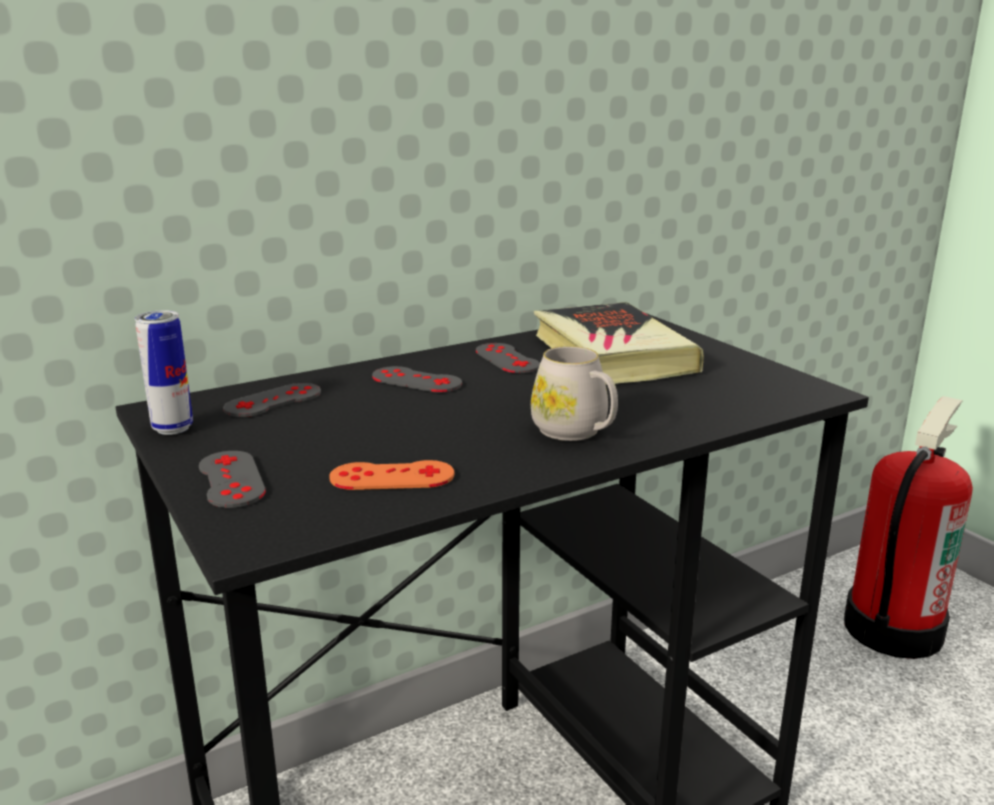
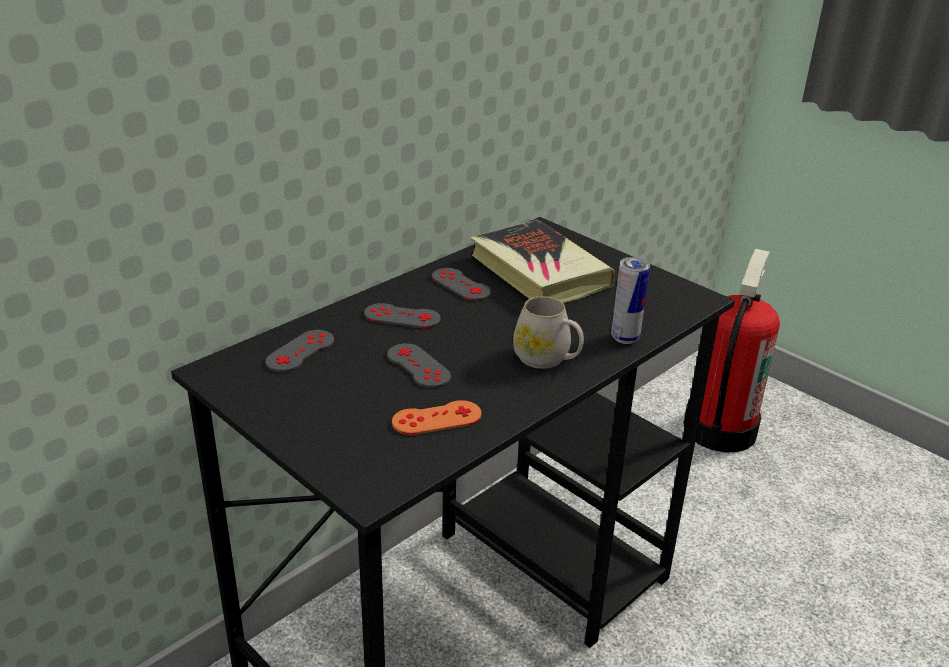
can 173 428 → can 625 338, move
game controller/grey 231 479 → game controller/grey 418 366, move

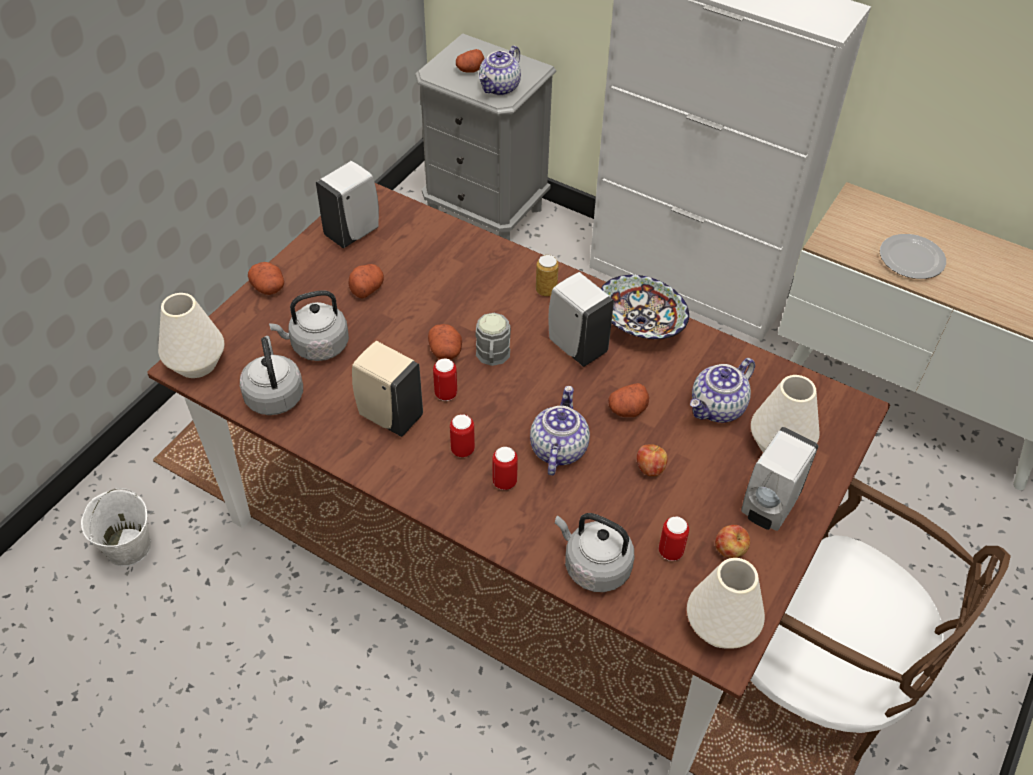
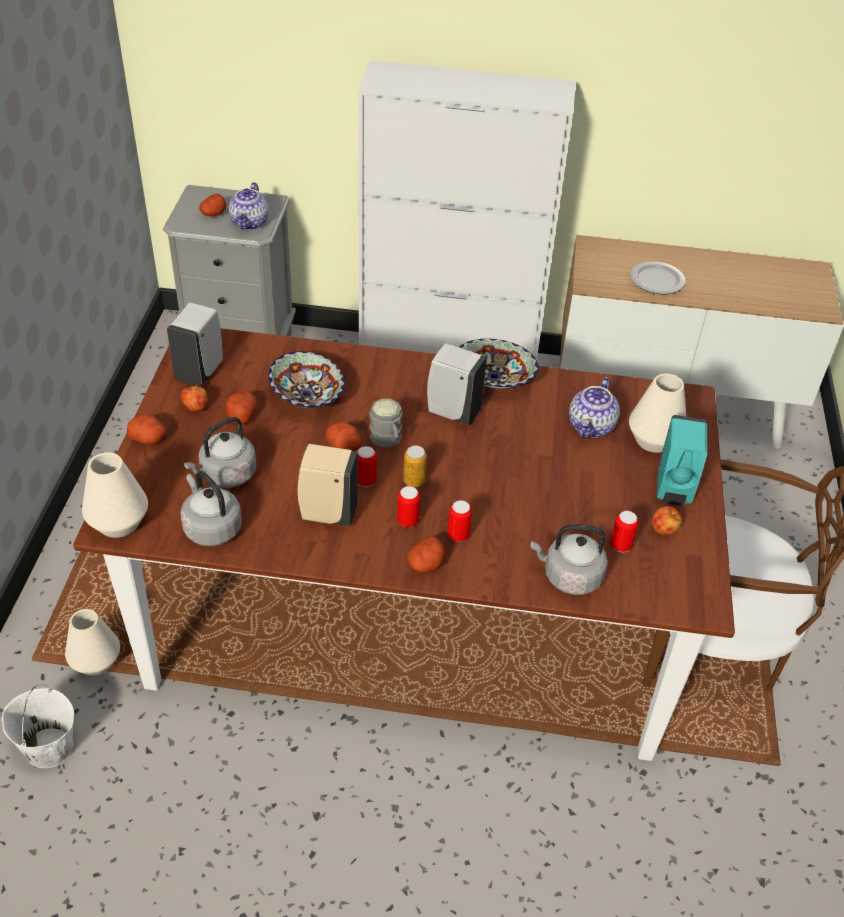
teapot 557 448 → -
- → bowl 306 397
can 546 290 → can 414 481, move
potato 627 409 → potato 425 564, move
apple 650 469 → apple 195 407, move
vase/white 721 626 → vase/white 96 661, move
soap dispenser/white 768 508 → soap dispenser/turquoise 673 490

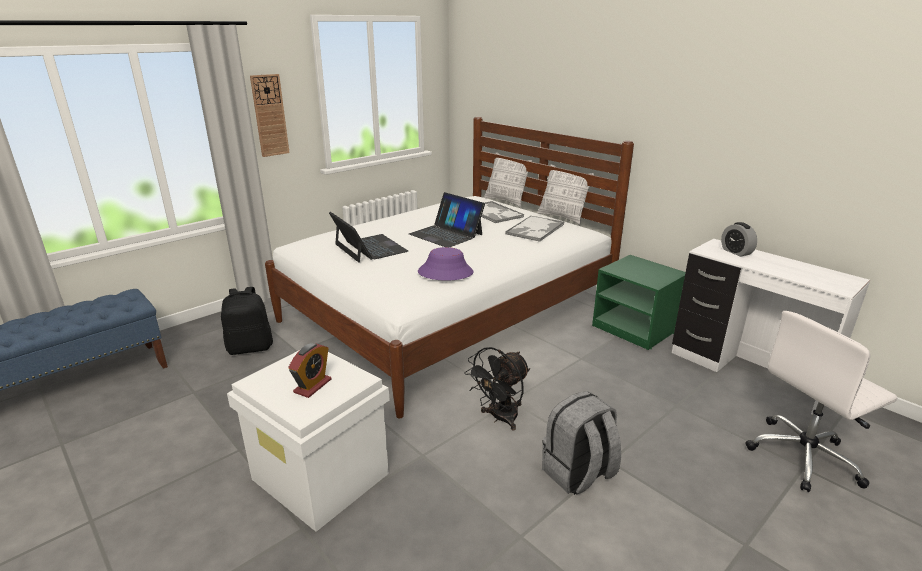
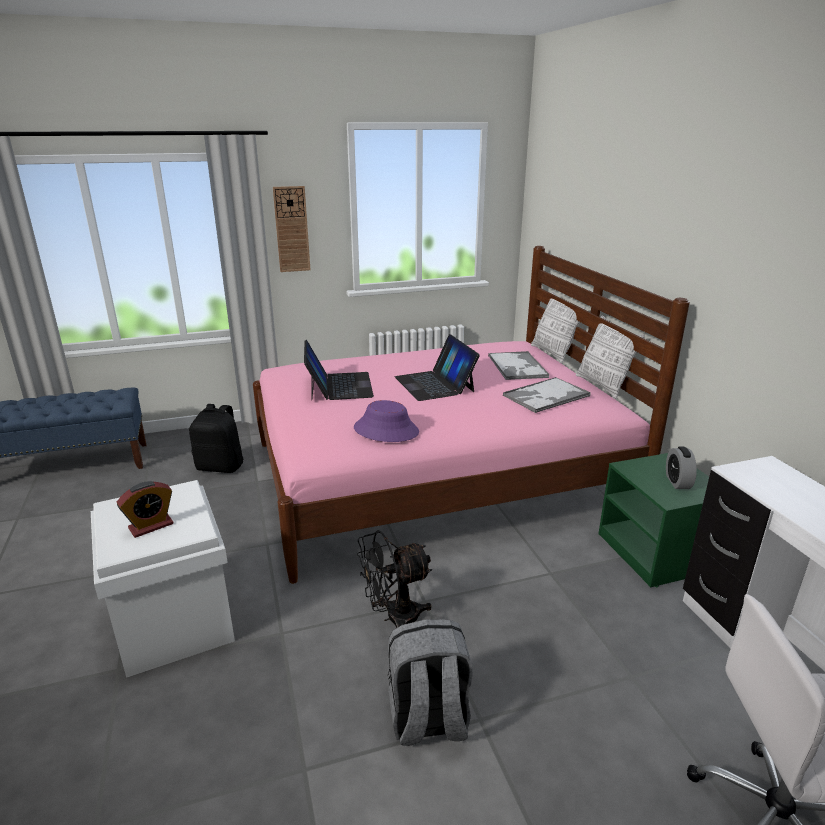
alarm clock 736 252 → alarm clock 677 482, move
bed/white 448 314 → bed/pink 435 476

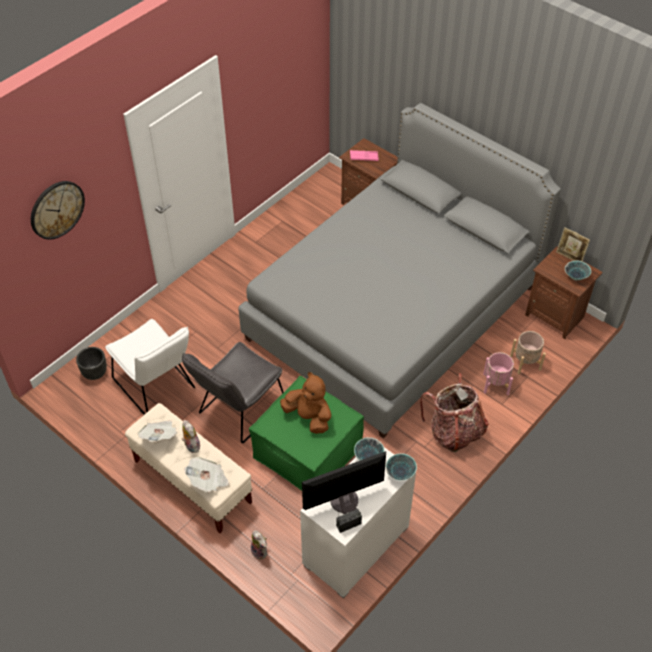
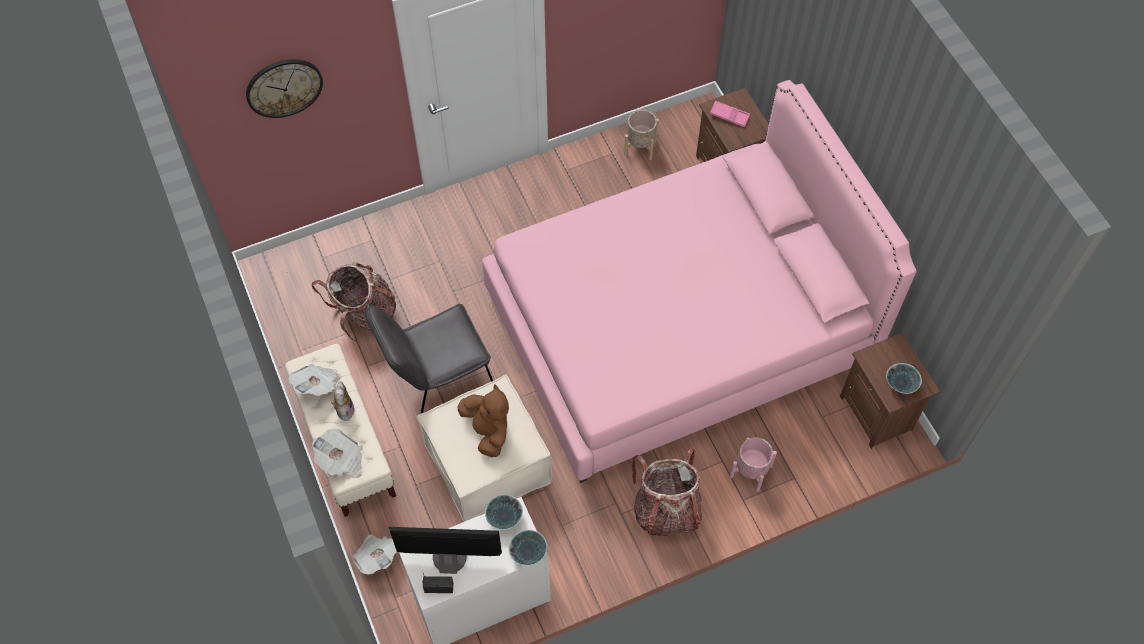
planter/black 95 373 → -
picture frame 569 257 → -
planter/beige 525 362 → planter/beige 640 146, move
chair/white 157 387 → backpack 364 313
plush toy 260 551 → newspaper 376 557
bed/grey 392 313 → bed/pink 678 327
ottoman/green 308 451 → ottoman/beige 487 462

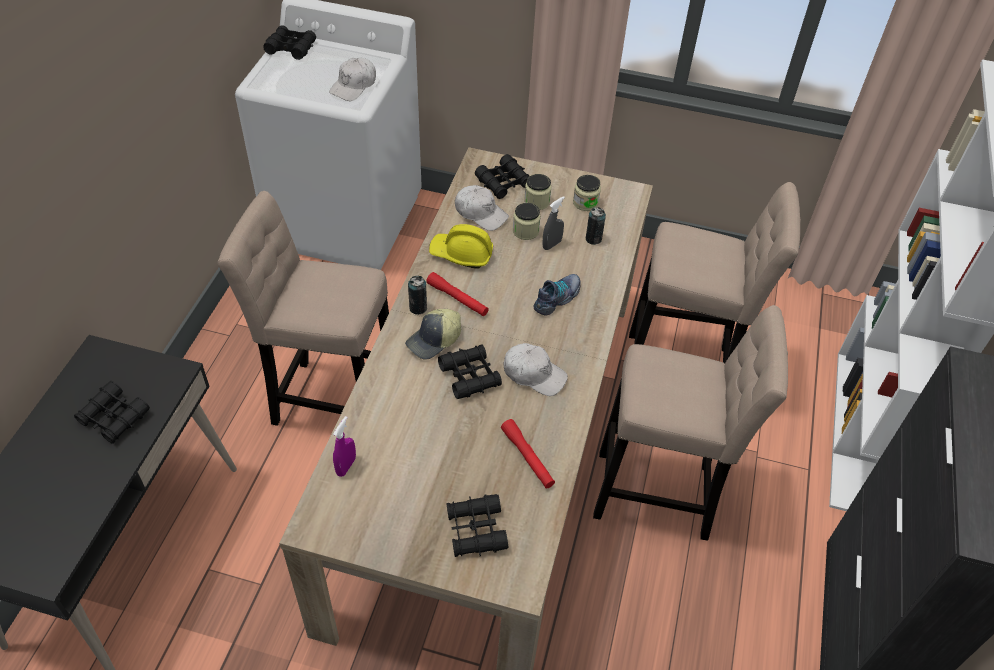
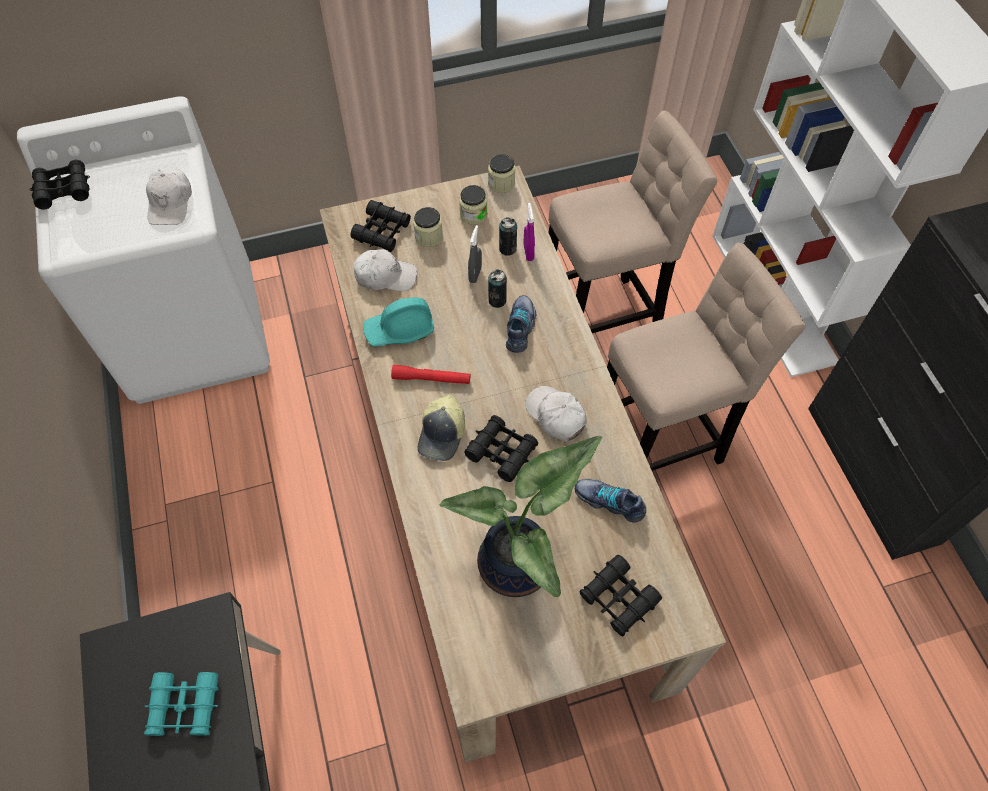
stool/beige 329 401 → -
- → potted plant 519 565
spray bottle/purple 346 466 → spray bottle/purple 528 253, move
can 418 308 → can 497 300, move
jar 525 231 → jar 501 183, move
flashlight/red 527 457 → shoe 609 501
binoculars/black 114 417 → binoculars/turquoise 185 706
hard hat/yellow 461 254 → hard hat/turquoise 400 330
cap/white 534 374 → cap/white 555 416, 120 degrees counterclockwise

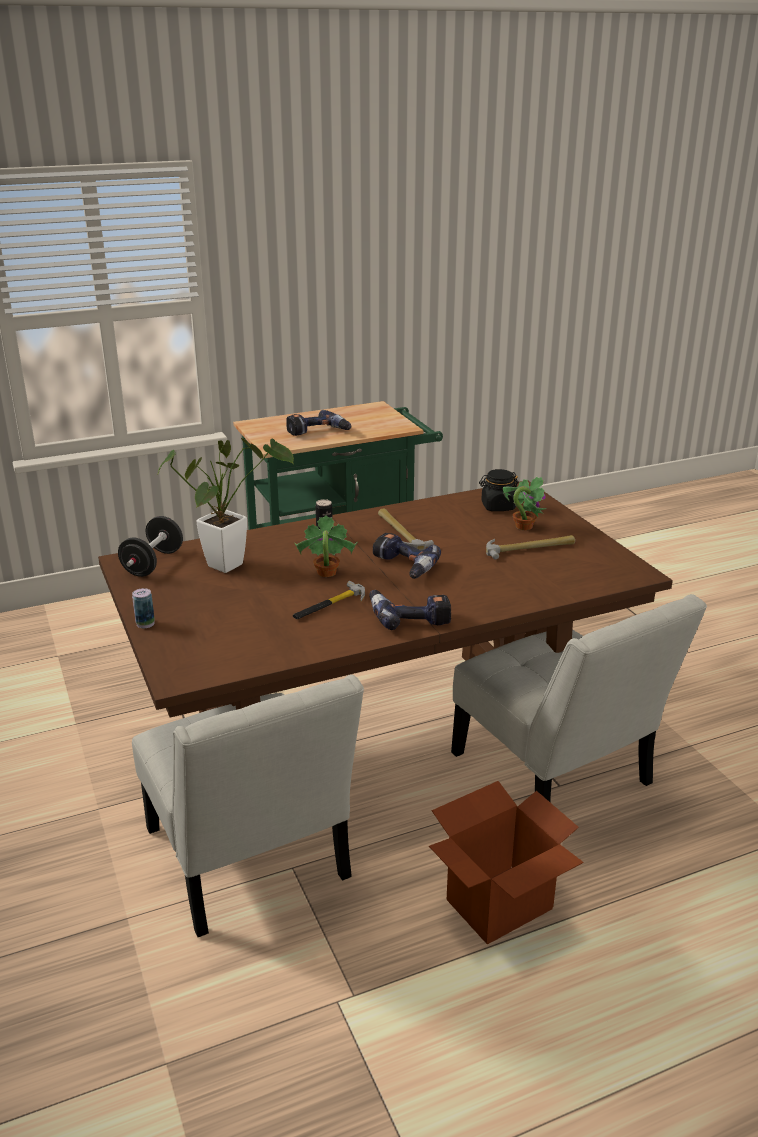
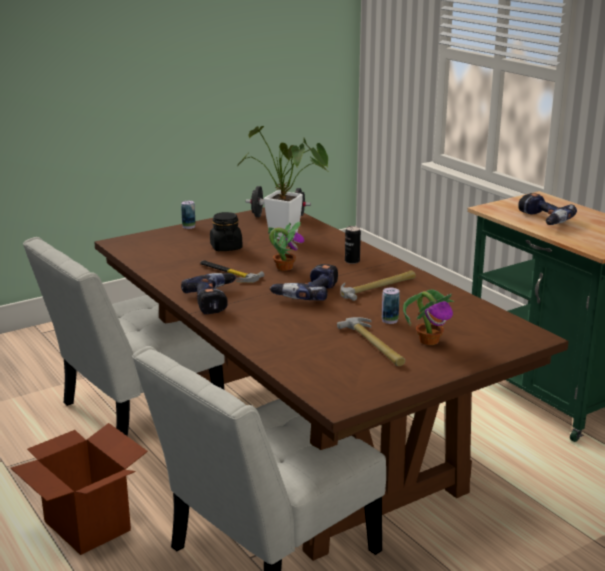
- → can 389 320
jar/black 497 506 → jar/black 226 247, move

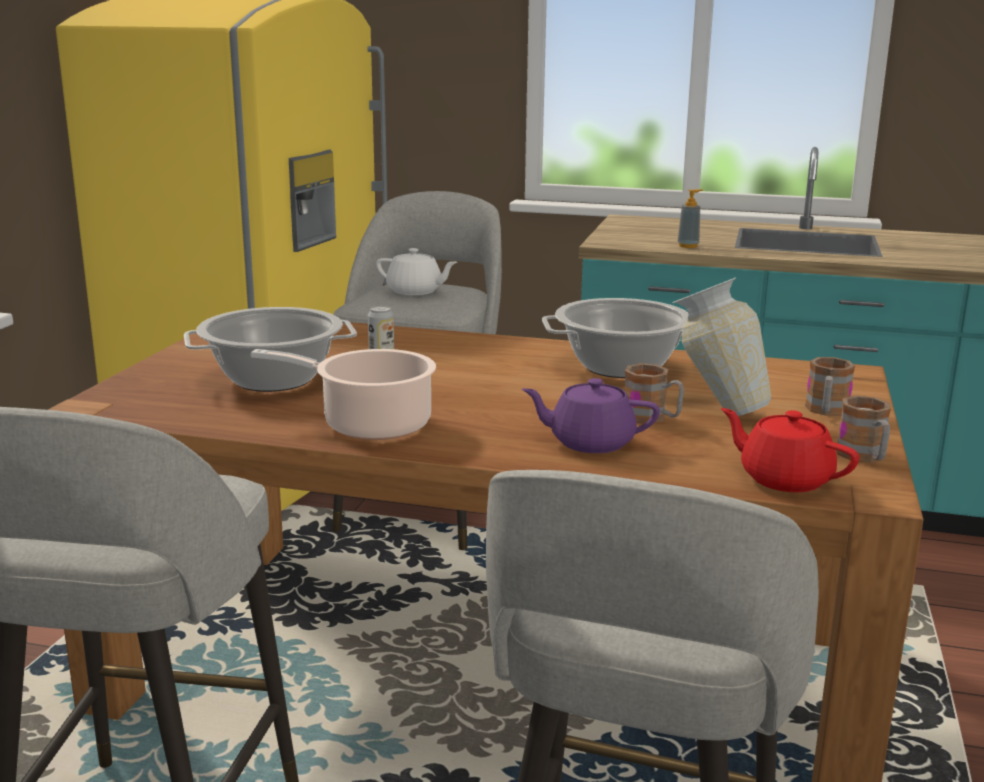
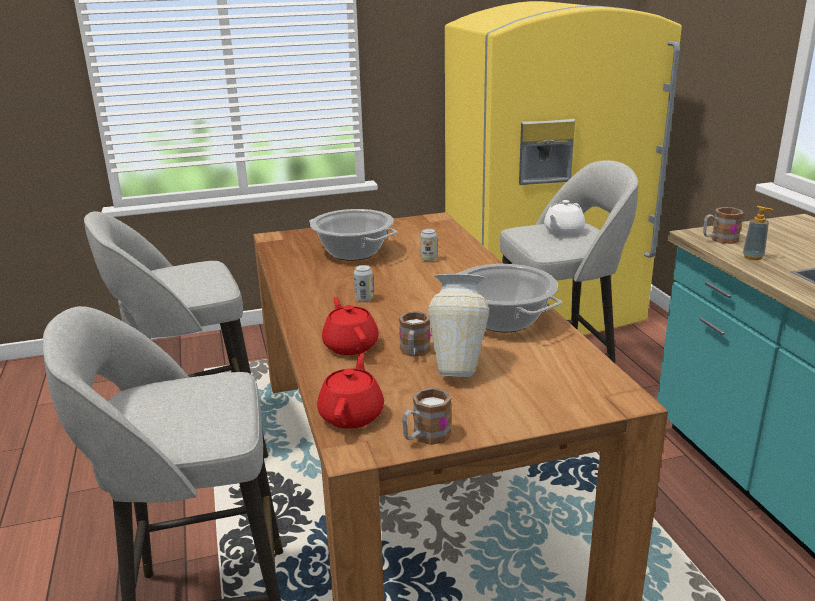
cooking pot 369 425 → -
- → can 364 299
mug 826 411 → mug 719 239, move
teapot/purple 590 442 → teapot/red 350 345
teapot/white 415 291 → teapot/white 563 231, 45 degrees clockwise

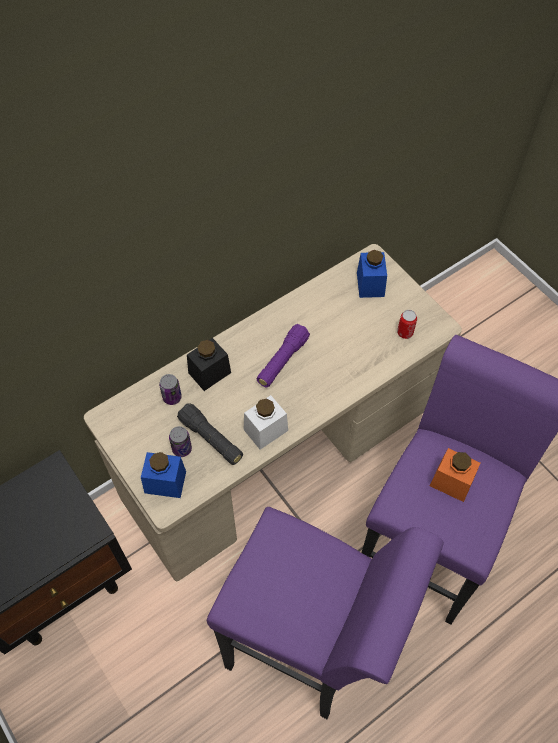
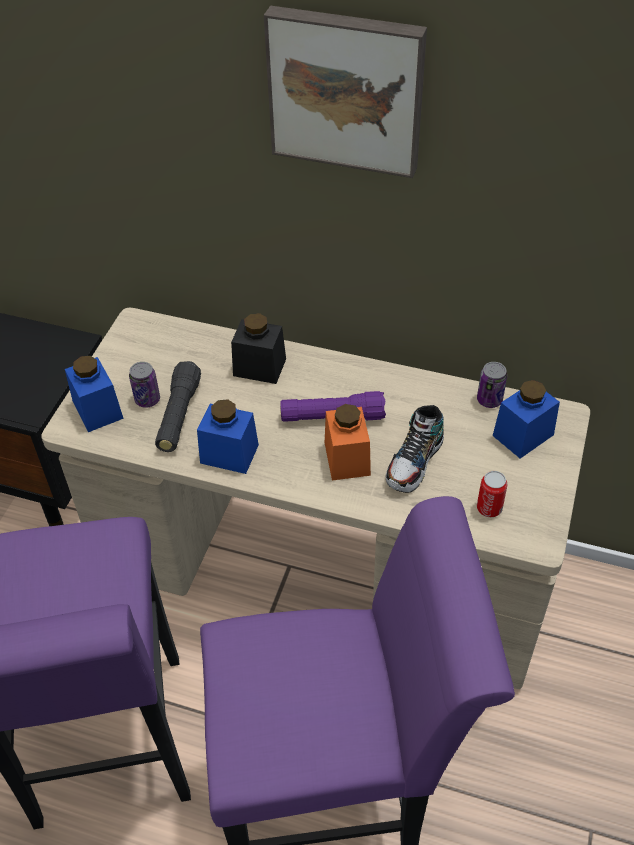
- → picture 346 90
- → shoe 414 462
can 172 397 → can 489 400, move
jar/orange 451 482 → jar/orange 347 458, move
jar/white 265 430 → jar/blue 229 454

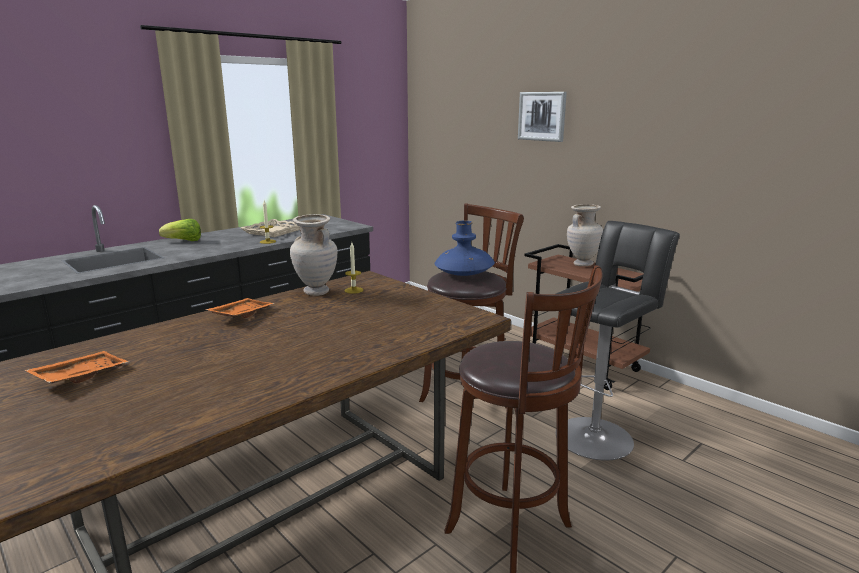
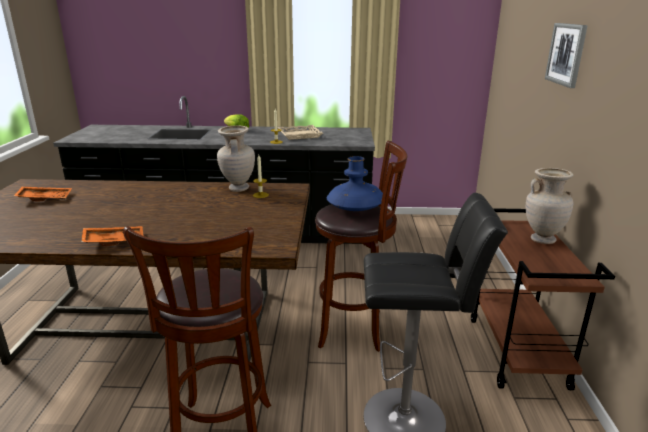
tray/orange 240 314 → tray/orange 114 241, move

